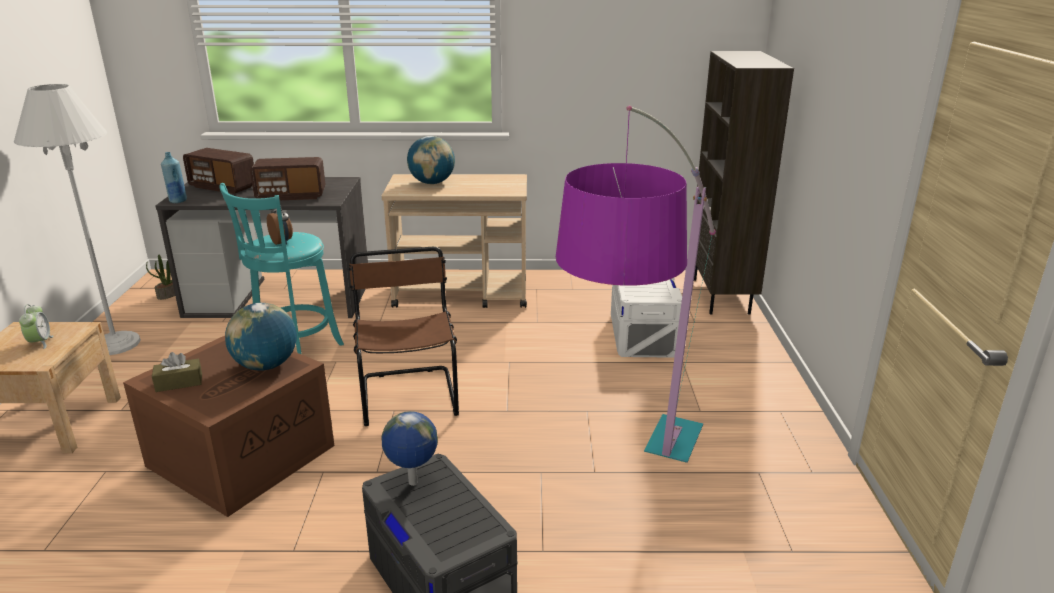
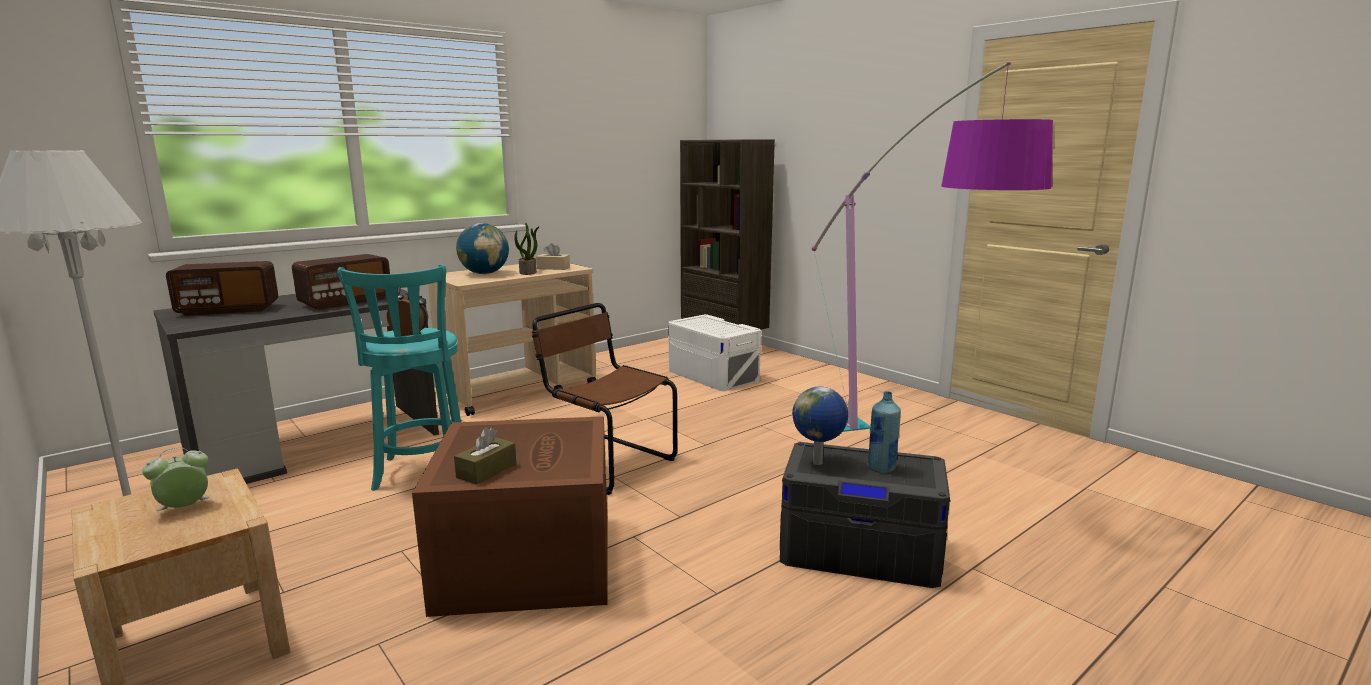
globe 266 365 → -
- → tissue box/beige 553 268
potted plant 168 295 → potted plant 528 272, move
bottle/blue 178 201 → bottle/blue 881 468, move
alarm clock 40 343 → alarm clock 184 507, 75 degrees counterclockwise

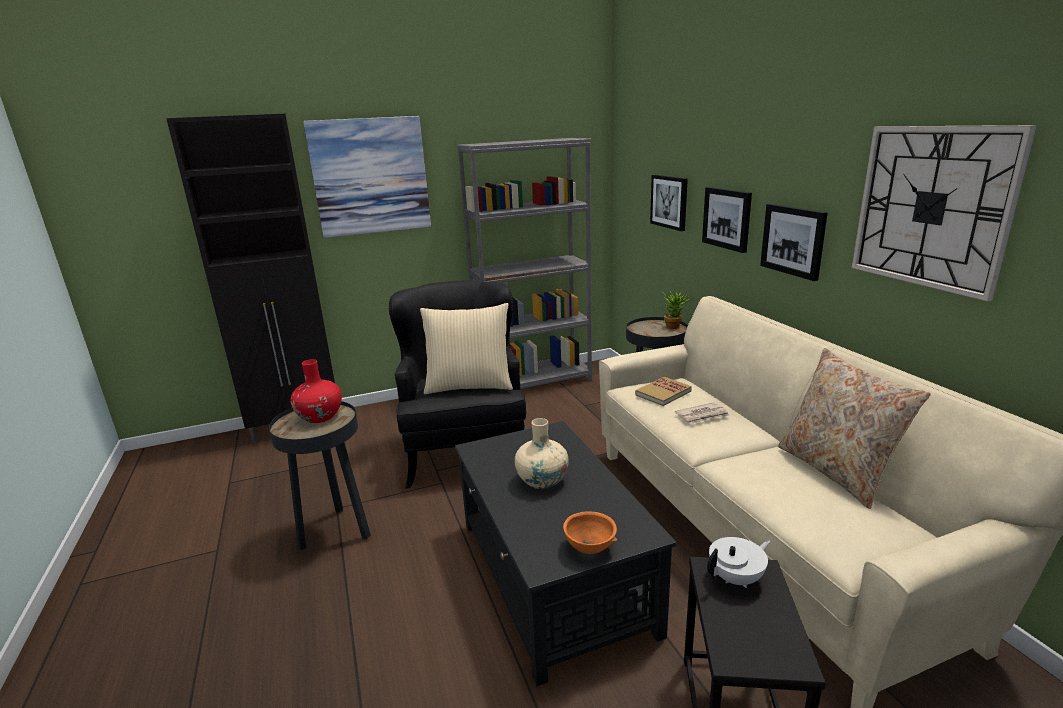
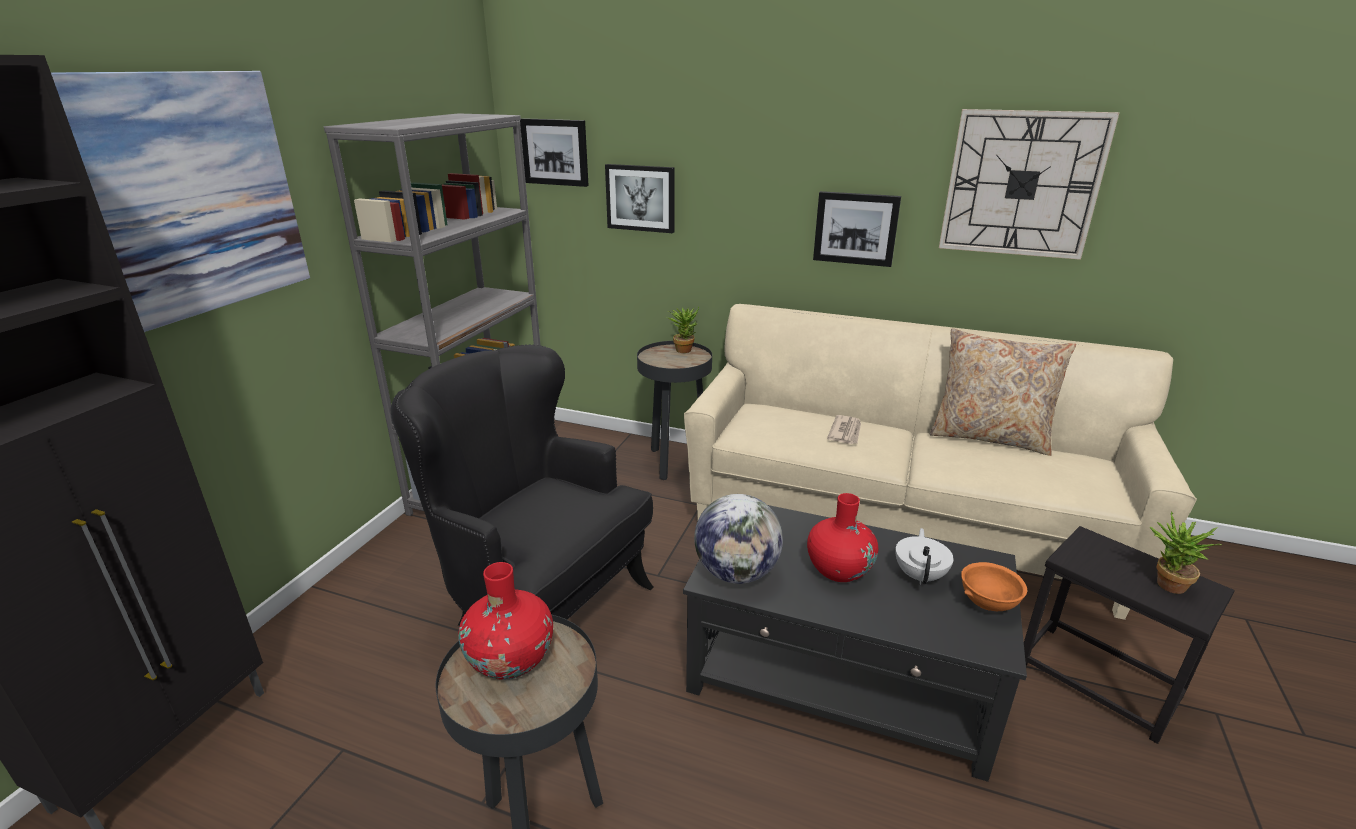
pillow/beige 469 386 → -
book 663 393 → -
- → globe 736 573
- → potted plant 1165 585
picture 727 218 → picture 555 152, move
teapot/white 736 578 → teapot/white 920 575, move
vase/beige 542 480 → vase/red 838 570

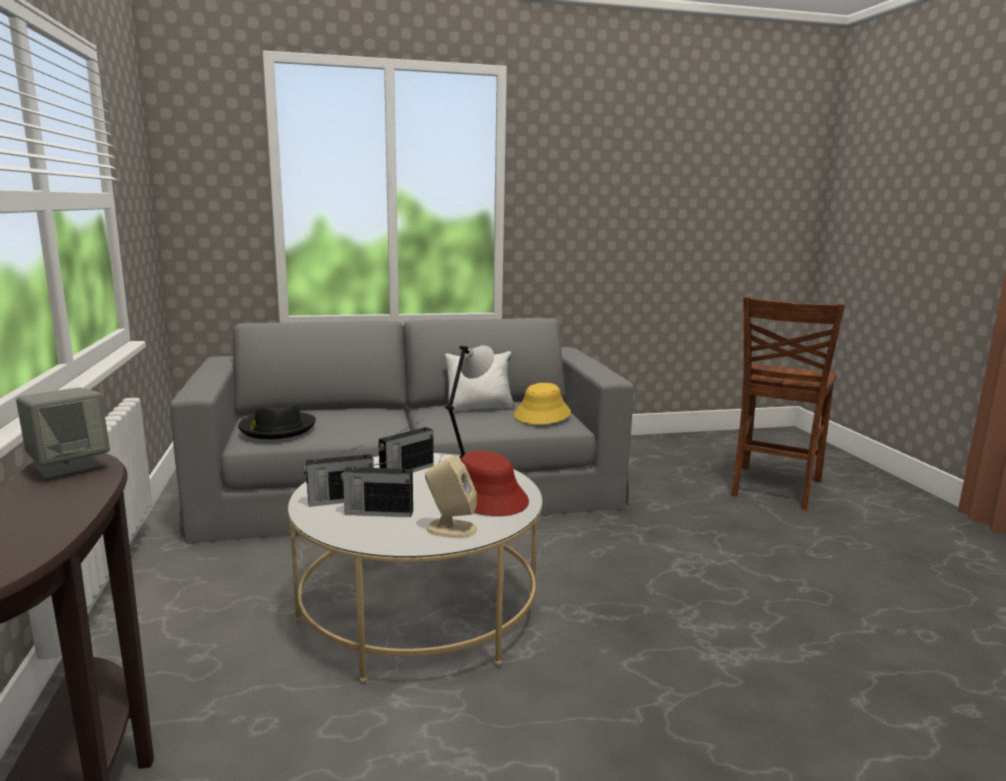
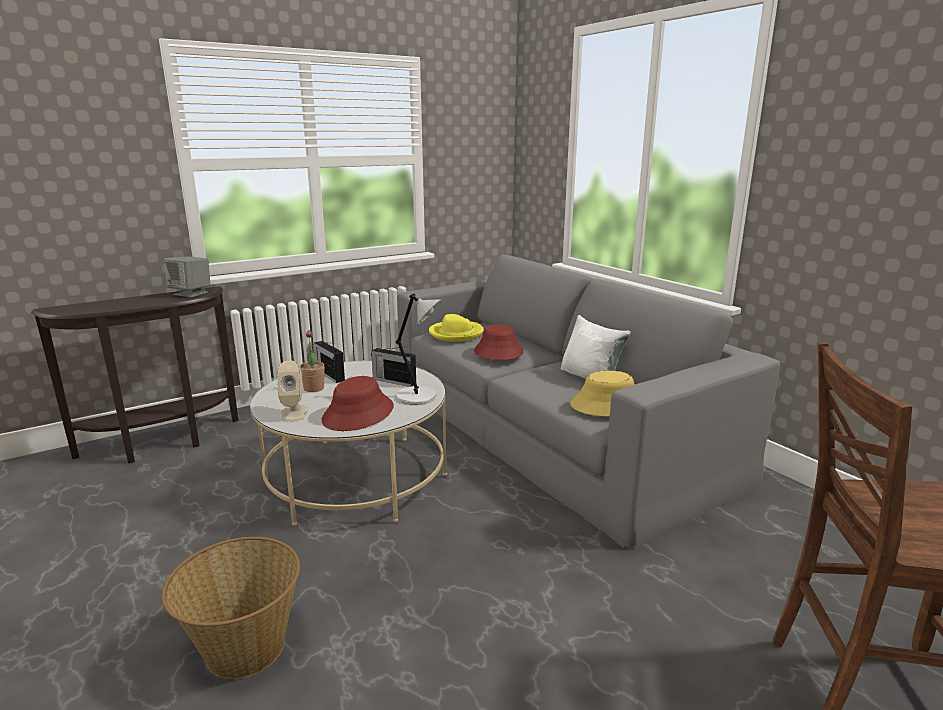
- → basket 244 648
- → hat/red 498 352
radio 377 512 → potted plant 314 388
hat/black 277 428 → hat/yellow 456 333

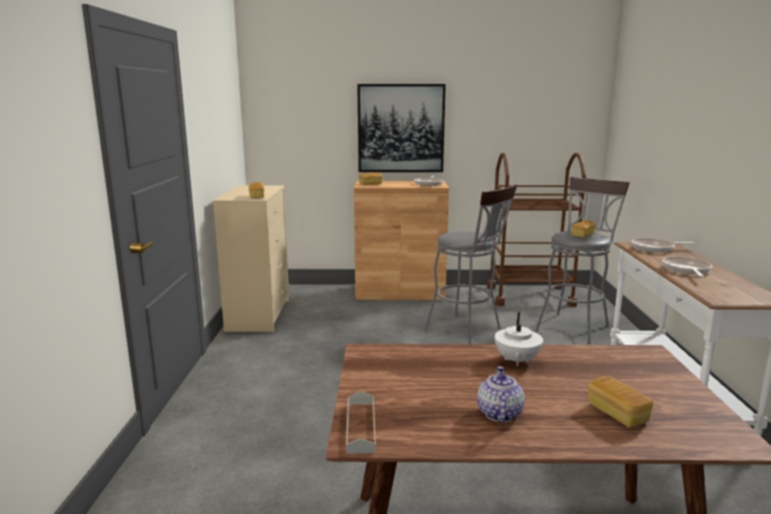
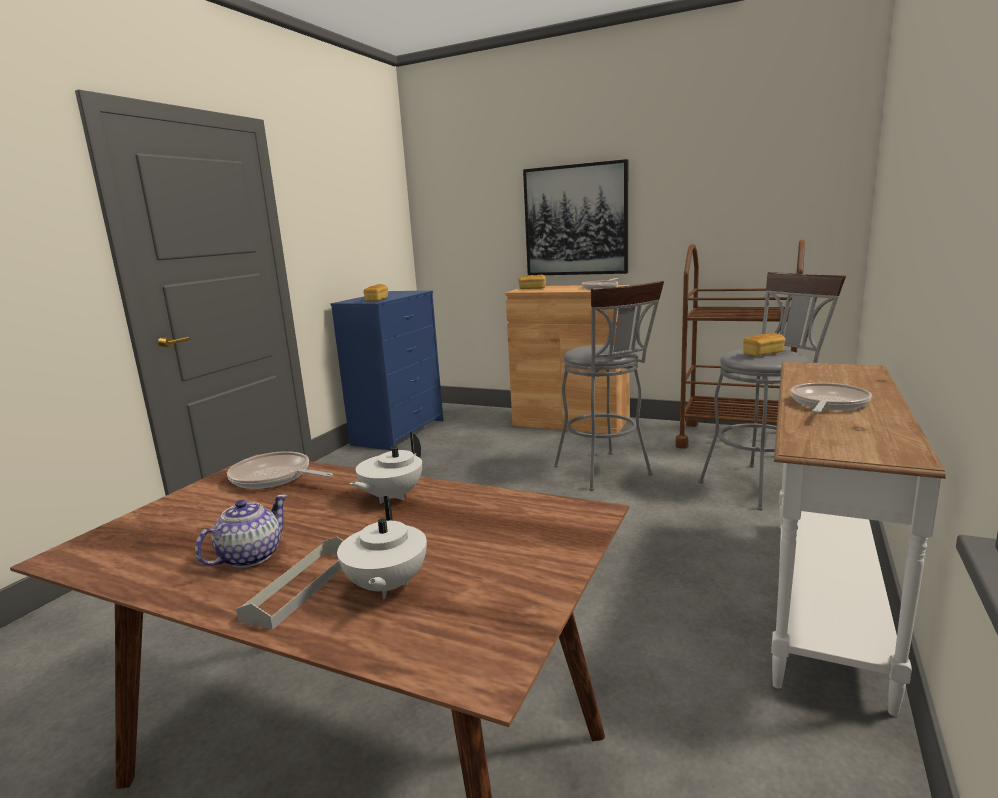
tray/grey 360 426 → tray/grey 301 587, move
frying pan 655 248 → frying pan 274 477, move
bread 617 413 → teapot/white 386 586
dresser/beige 259 314 → dresser/blue 399 432

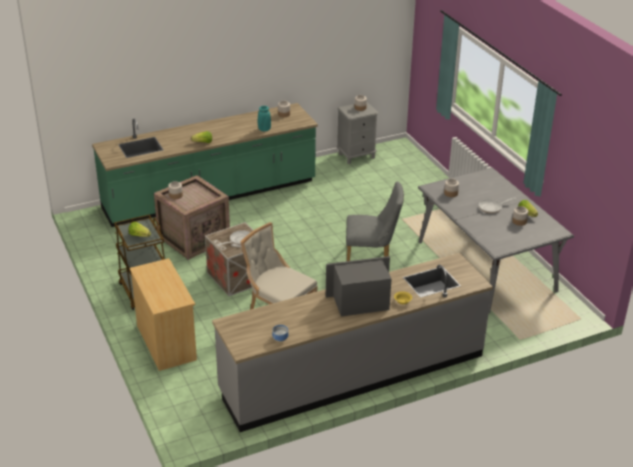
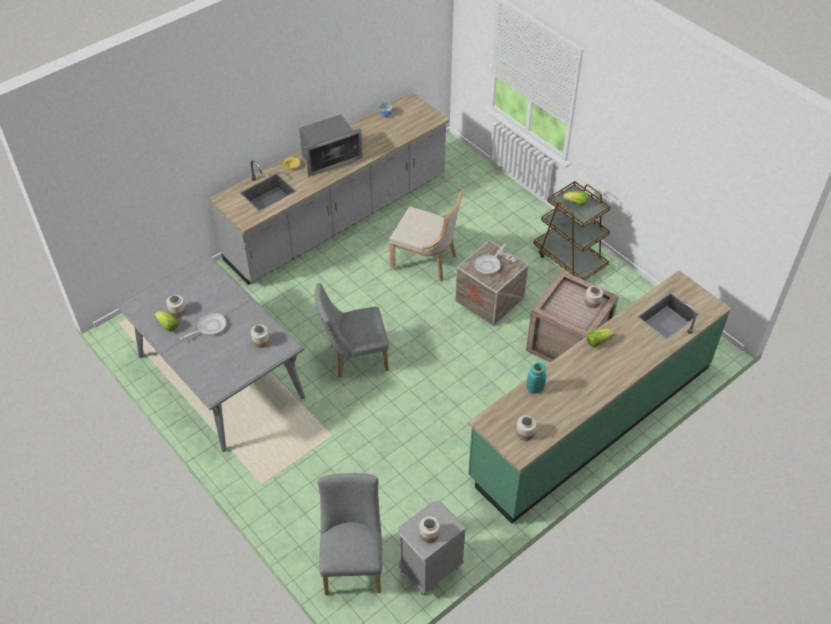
dresser/beige 166 342 → -
- → chair/grey 353 561

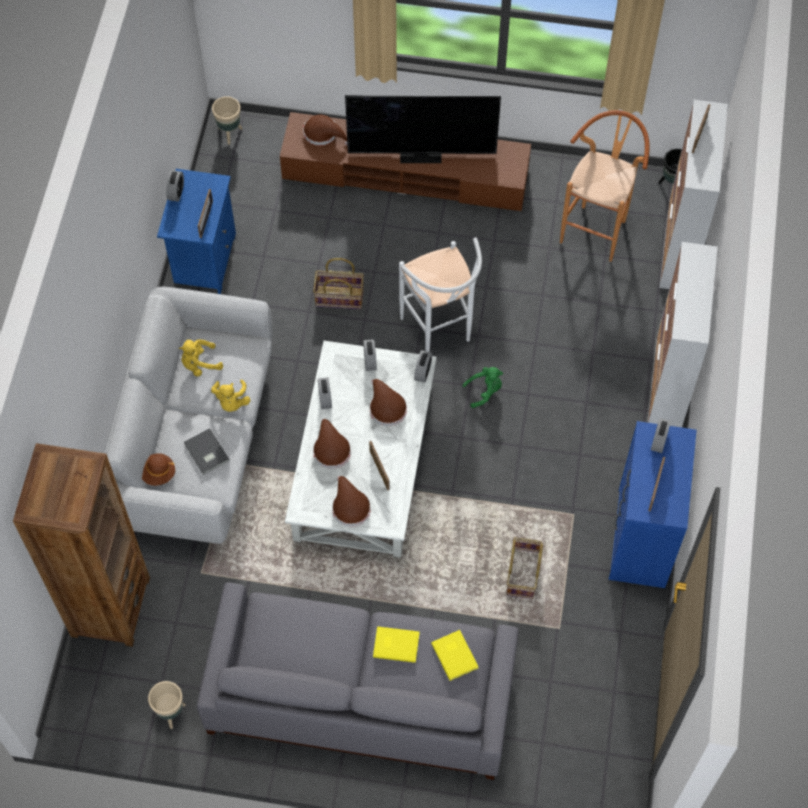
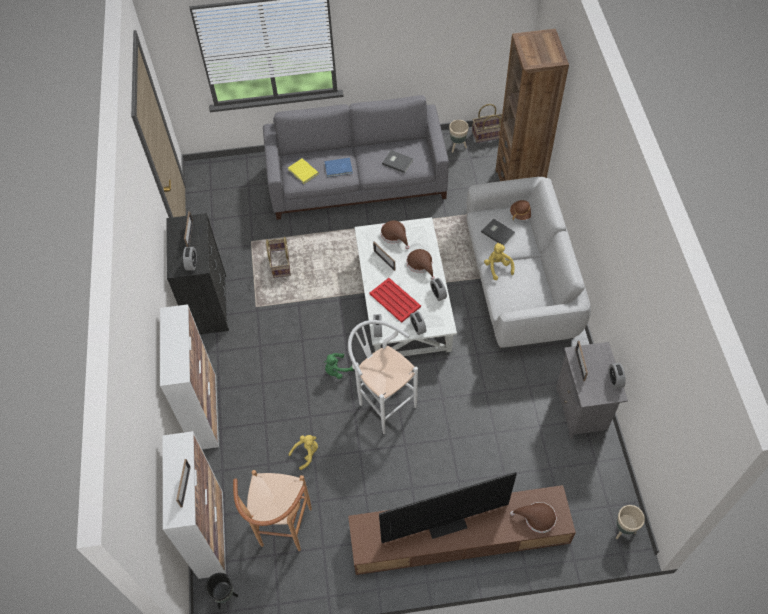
- → book/grey 397 161
plush toy/yellow 200 364 → plush toy/yellow 306 453, move
basket 339 298 → basket 488 134, move
hat/brown 386 407 → tray/red 394 300
nightstand/blue 204 259 → nightstand/grey 582 410
book/yellow 395 644 → book/blue 339 168
dresser/blue 640 537 → dresser/black 209 304

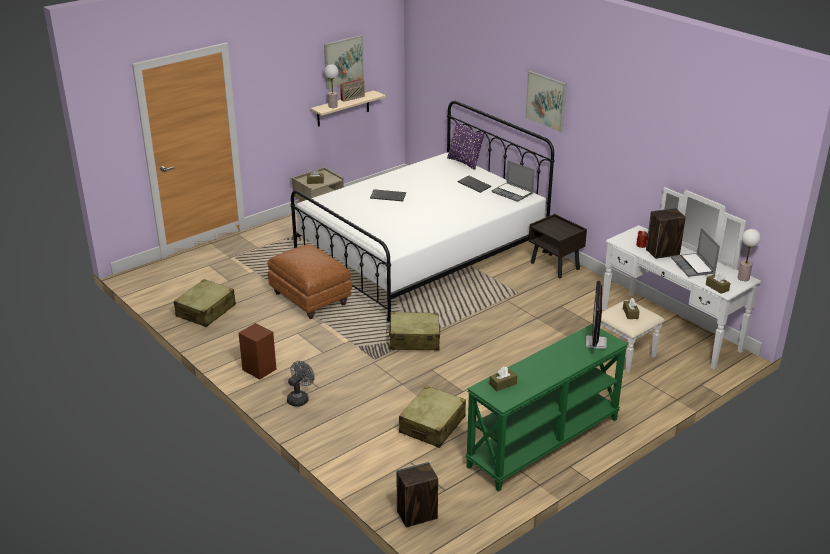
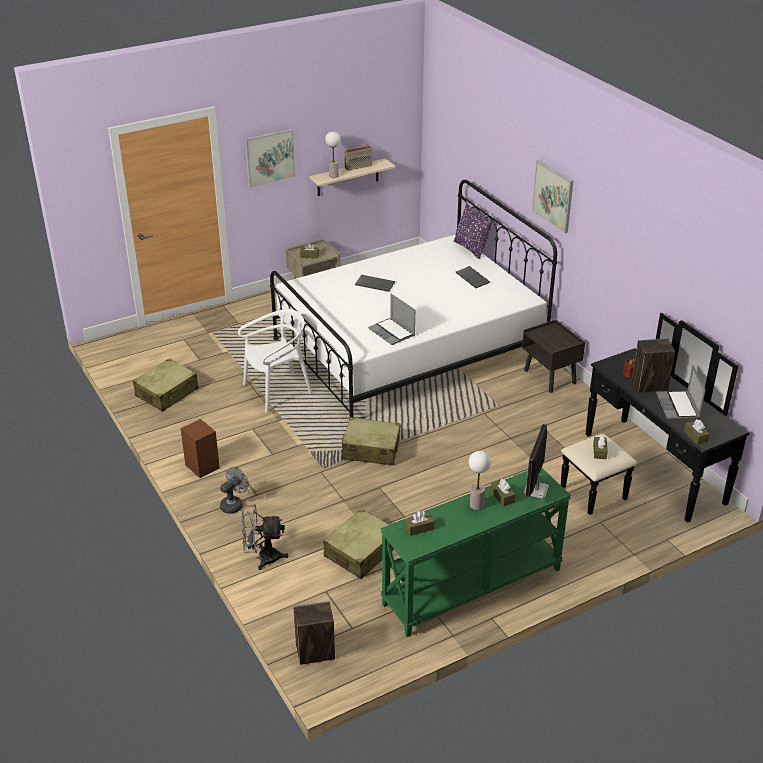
- → fan/grey 262 558
- → tissue box/brown 502 497
picture 343 61 → picture 270 157, move
laptop 513 193 → laptop 392 332, move
table lamp 743 278 → table lamp 476 505, move
ottoman/brown 311 299 → chair/white 277 390
dresser/white 660 335 → dresser/black 640 474

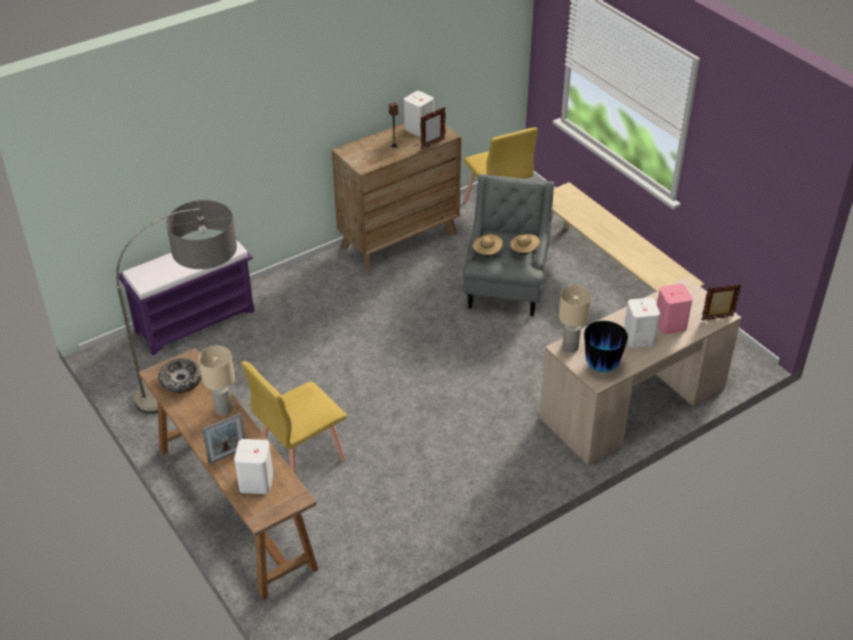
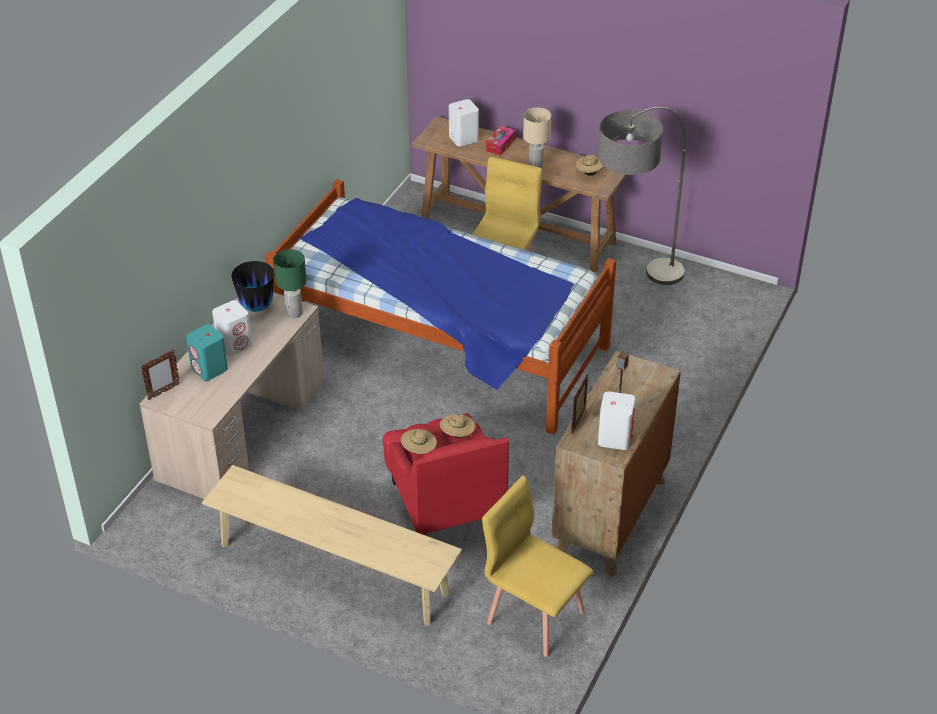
bench/purple 196 320 → -
- → bed 441 345
bowl 181 380 → hat/beige 590 173
picture frame 227 455 → tissue box 500 145
armchair/grey 506 287 → armchair/red 444 505
table lamp/beige 570 347 → table lamp/green 294 313
speaker/pink 670 324 → speaker/turquoise 209 369

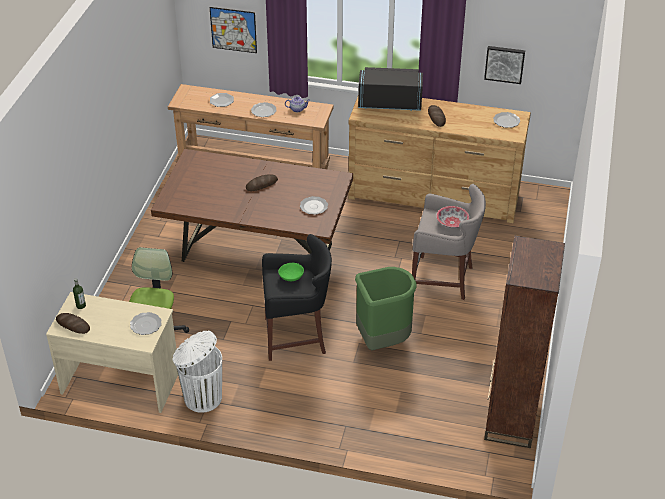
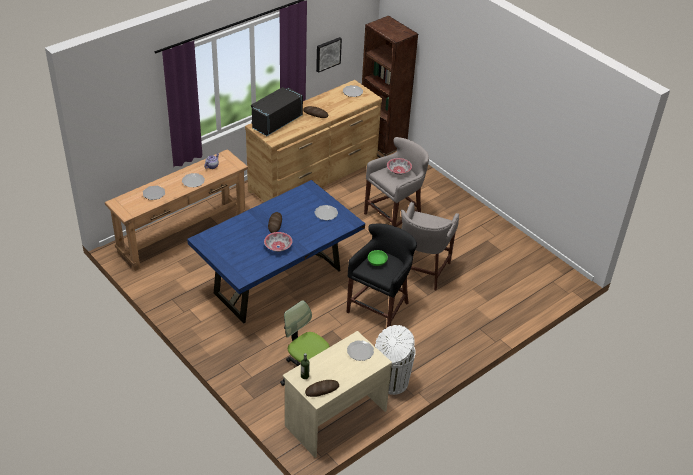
picture 233 30 → -
- → bowl 278 247
bookcase/brown 510 418 → bookcase/brown 382 146, move
trash can/green 383 340 → stool/grey 422 272
dining table/brown 258 253 → dining table/blue 278 281

